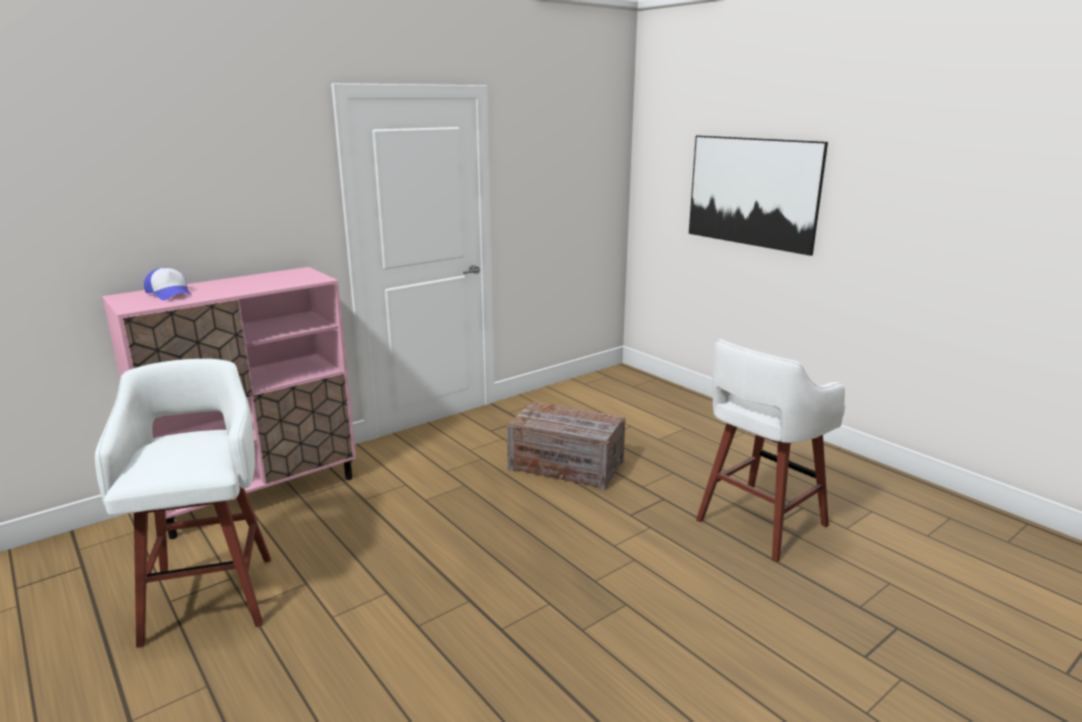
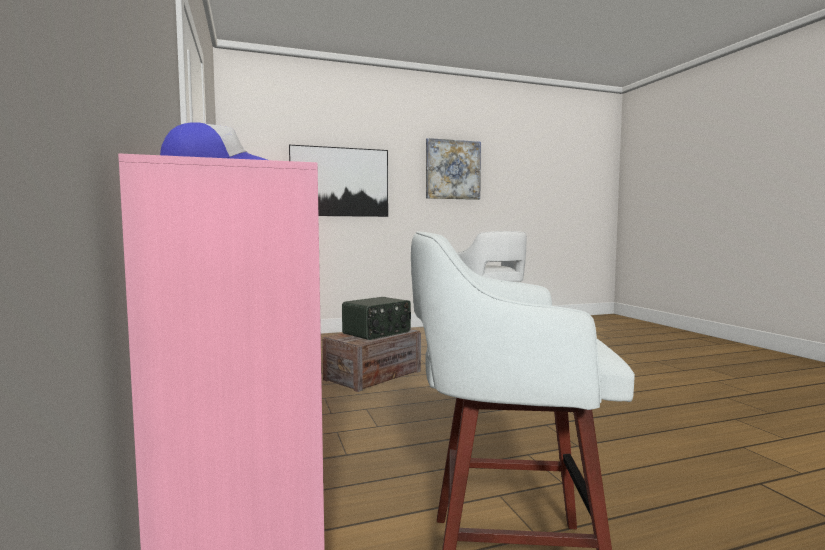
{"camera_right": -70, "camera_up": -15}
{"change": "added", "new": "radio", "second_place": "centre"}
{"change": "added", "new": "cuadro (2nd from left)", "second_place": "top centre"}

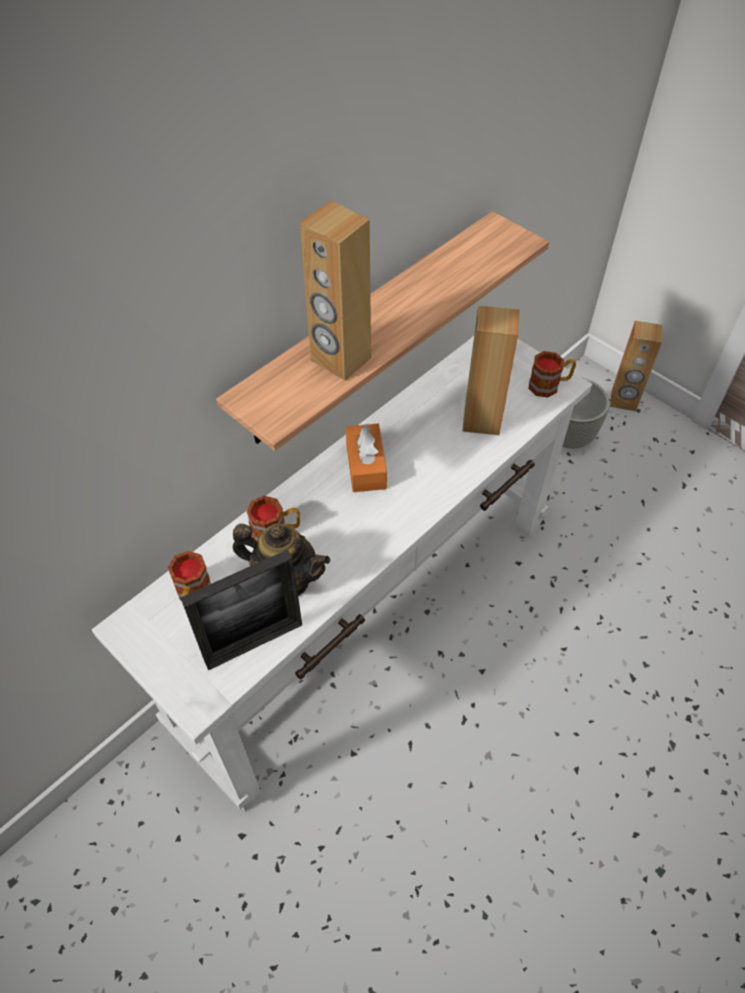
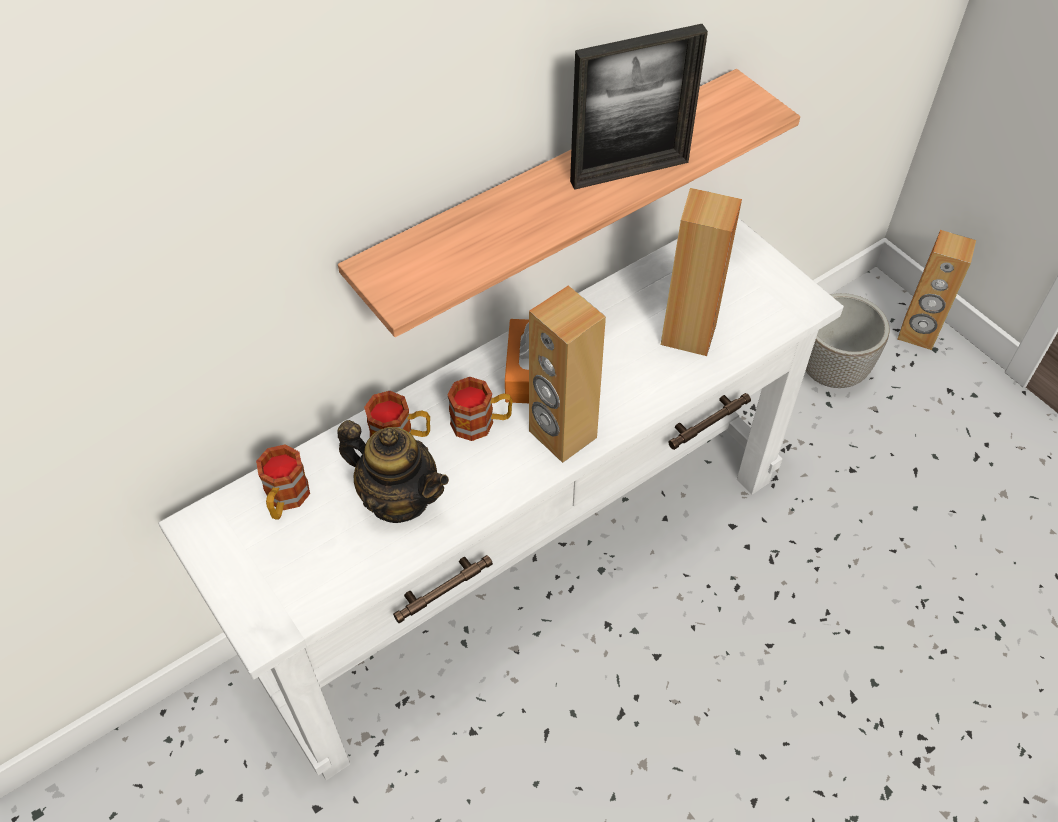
{"camera_right": 10, "camera_up": 0}
{"change": "moved", "old": "portarretratos", "first_place": "middle left", "second_place": "top centre"}
{"change": "moved", "old": "altavoz/marrón (1st from left)", "first_place": "top centre", "second_place": "centre"}
{"change": "moved", "old": "taza grande (3rd from left)", "first_place": "middle right", "second_place": "centre"}

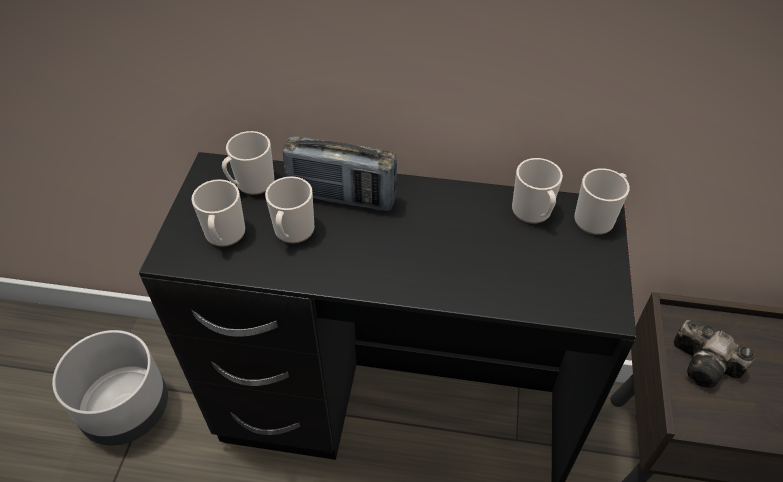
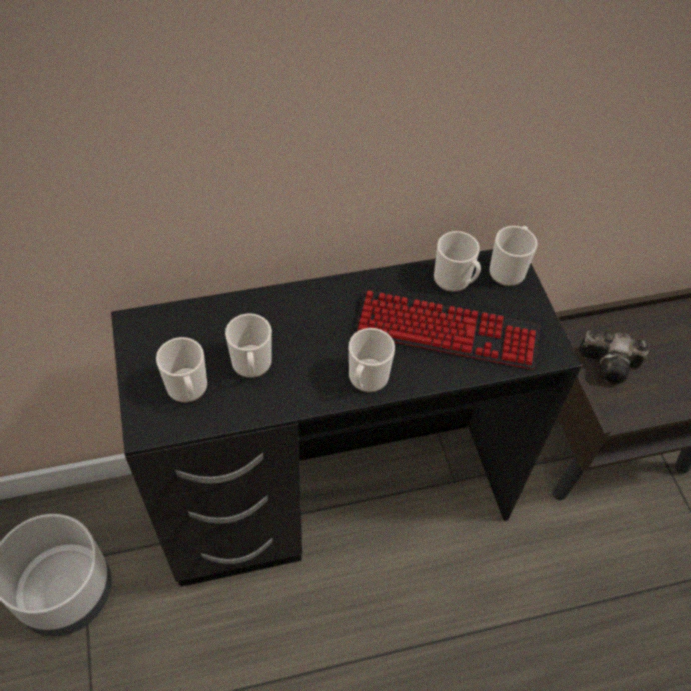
{"camera_right": -25, "camera_up": 5}
{"change": "removed", "old": "radio", "first_place": "centre"}
{"change": "added", "new": "teclado", "second_place": "centre"}
{"change": "moved", "old": "taza grande (2nd from left in the first image)", "new": "taza grande (3rd from left)", "first_place": "middle left", "second_place": "centre"}

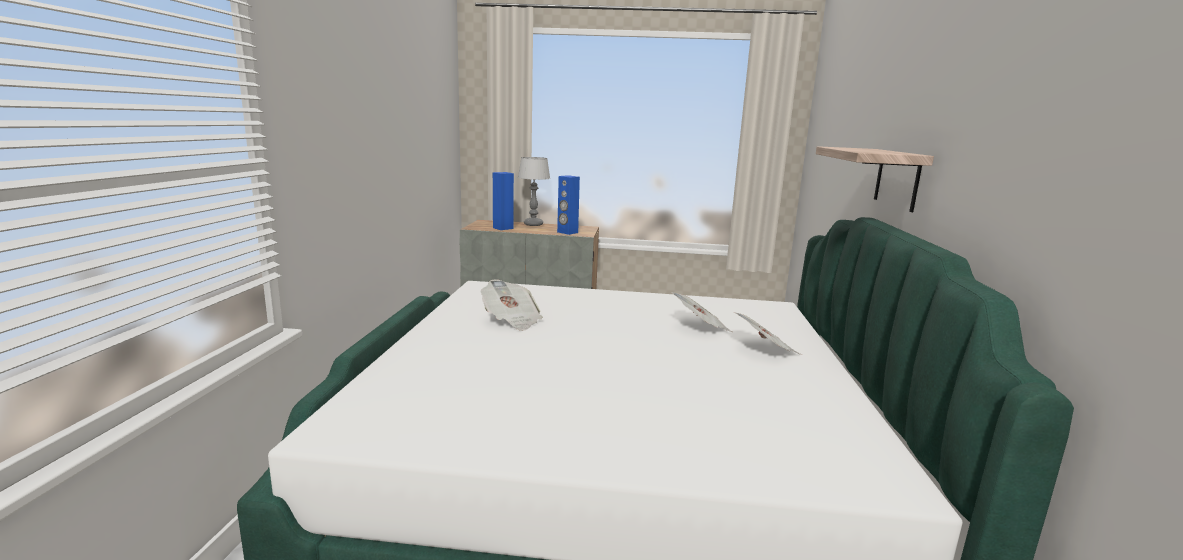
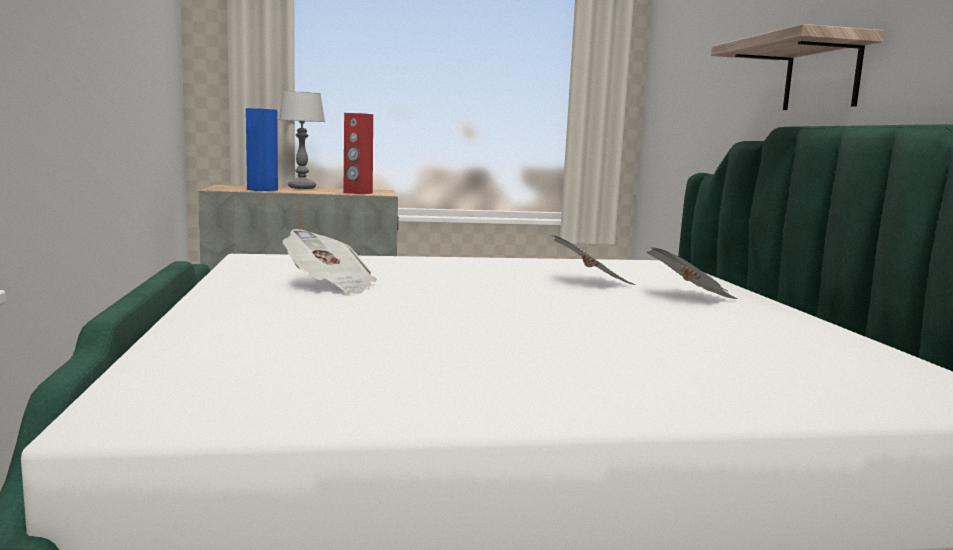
{"camera_right": -15, "camera_up": -5}
{"change": "recoloured", "old": "altavoz/azul (2nd from left)", "new": "altavoz/rojo", "first_place": "centre", "second_place": "top centre"}

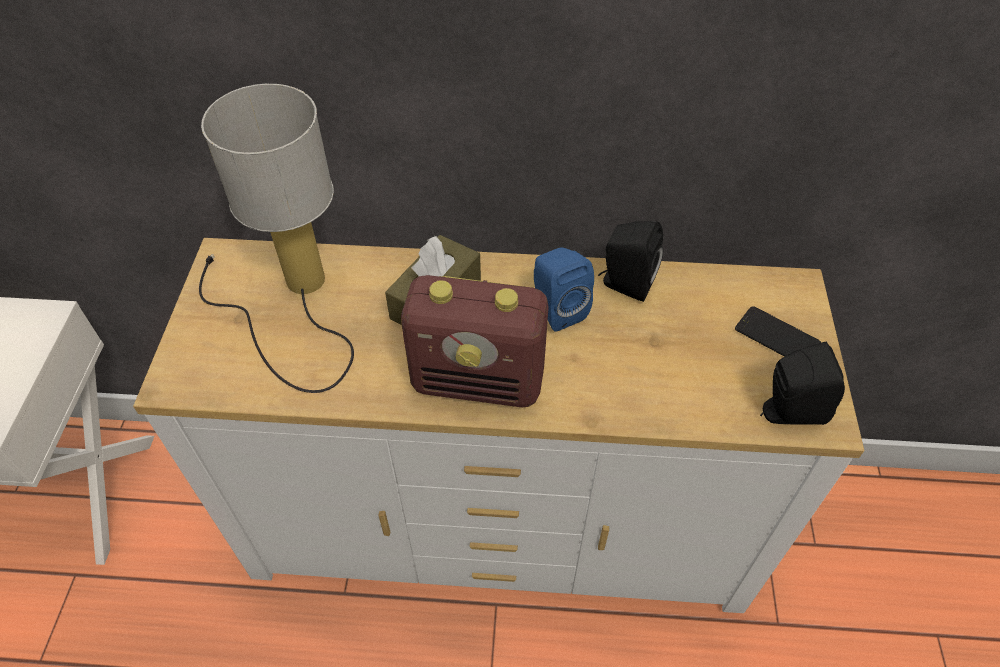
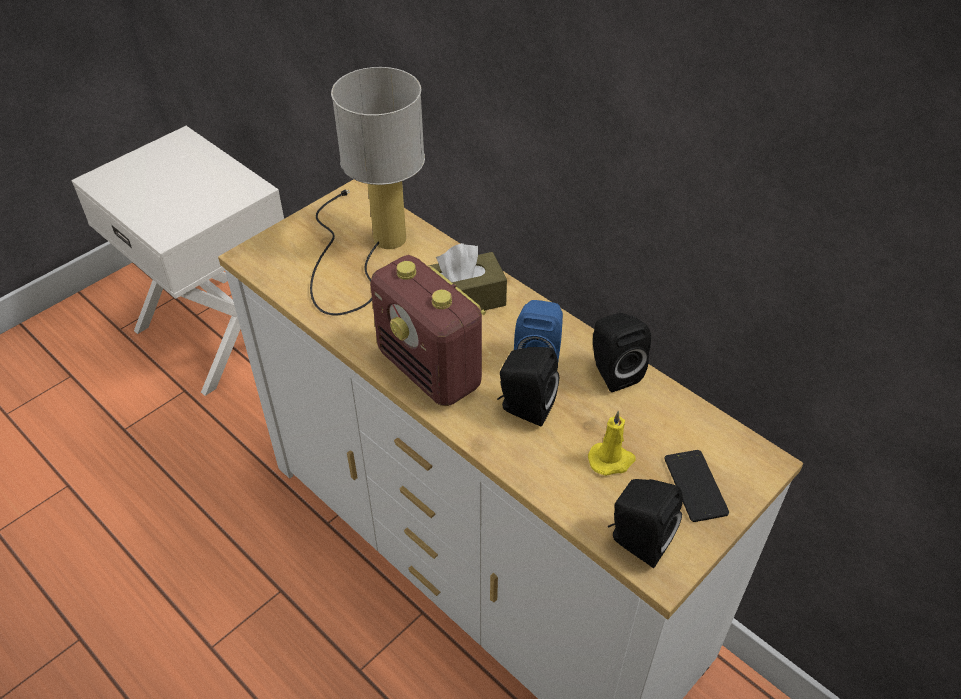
{"camera_right": 40, "camera_up": -5}
{"change": "added", "new": "altavoz/negro (1st from left)", "second_place": "centre"}
{"change": "added", "new": "vela/amarillo", "second_place": "centre"}

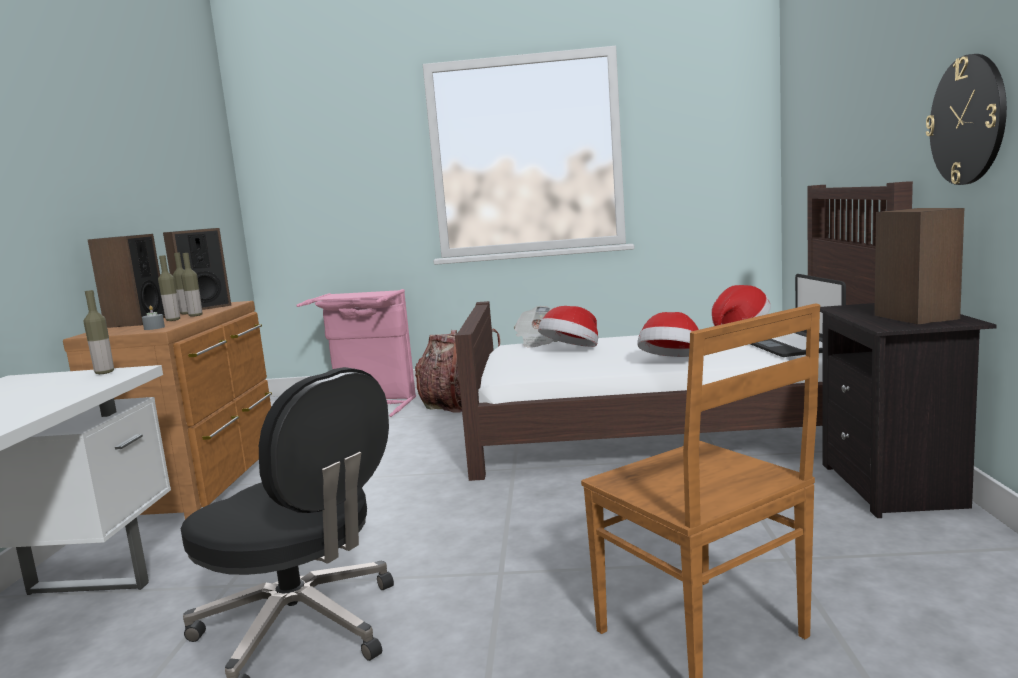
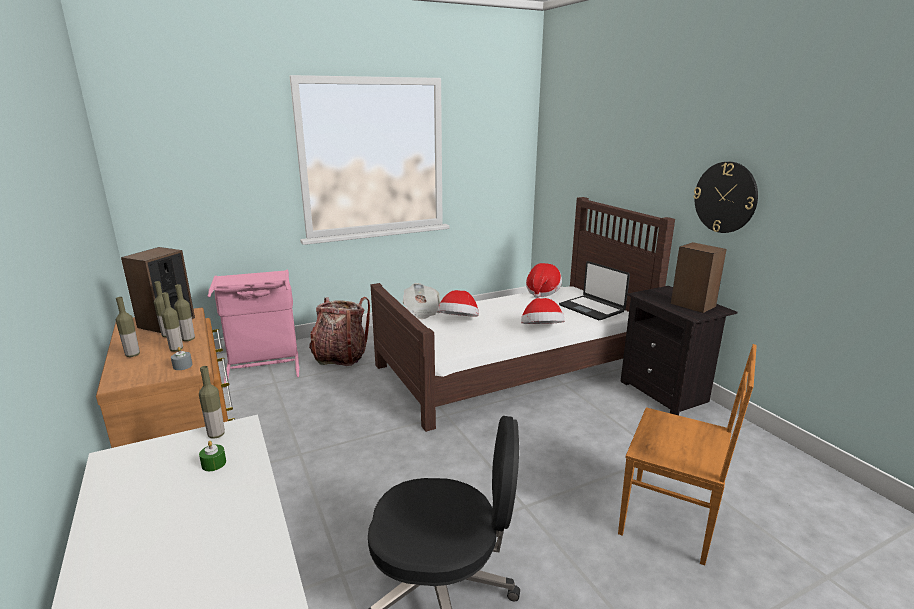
{"camera_right": -30, "camera_up": 10}
{"change": "added", "new": "vela/verde", "second_place": "bottom left"}
{"change": "replaced", "old": "altavoz (1st from left)", "new": "botella (1st from left)", "first_place": "middle left", "second_place": "middle left"}

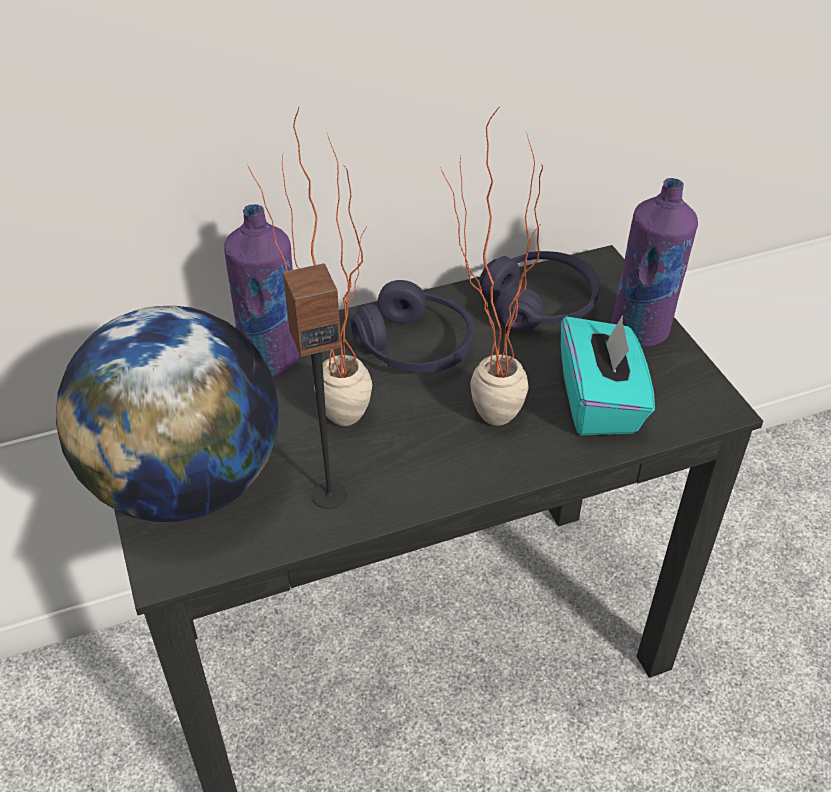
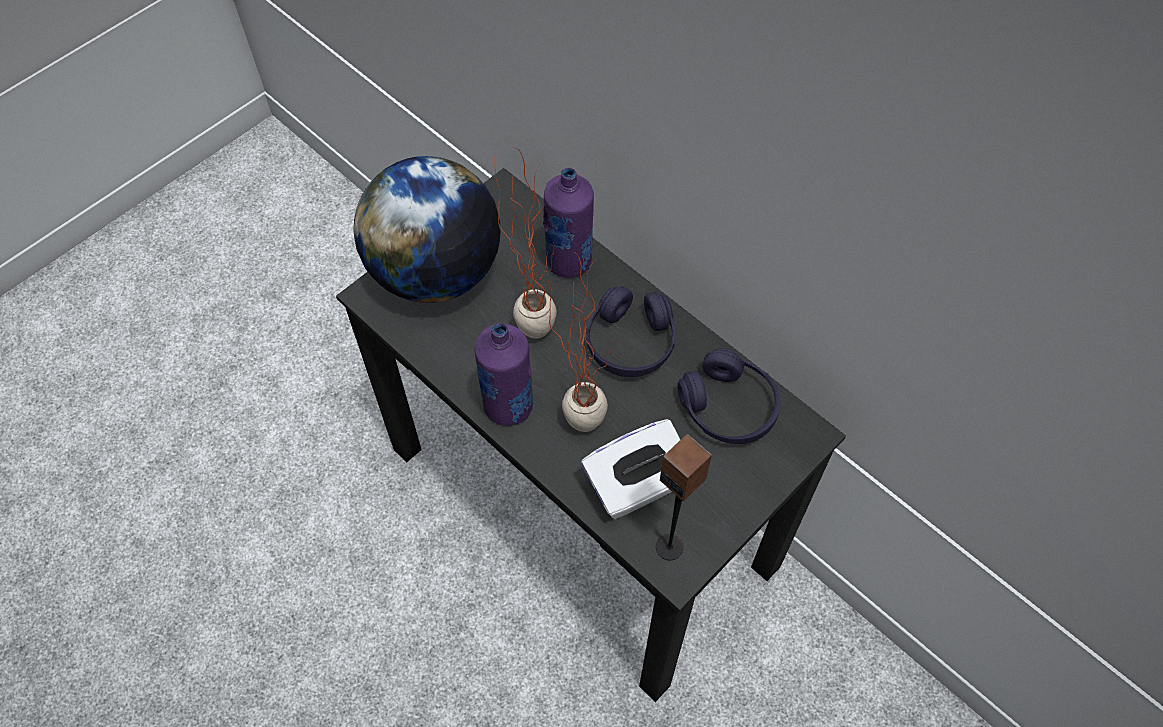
{"camera_right": 65, "camera_up": 15}
{"change": "moved", "old": "altavoz", "first_place": "centre", "second_place": "bottom centre"}
{"change": "moved", "old": "botella/morado (2nd from left in the first image)", "new": "botella/morado (1st from left)", "first_place": "top right", "second_place": "centre"}
{"change": "recoloured", "old": "caja de pañuelos/turquesa", "new": "caja de pañuelos/blanco", "first_place": "middle right", "second_place": "centre"}

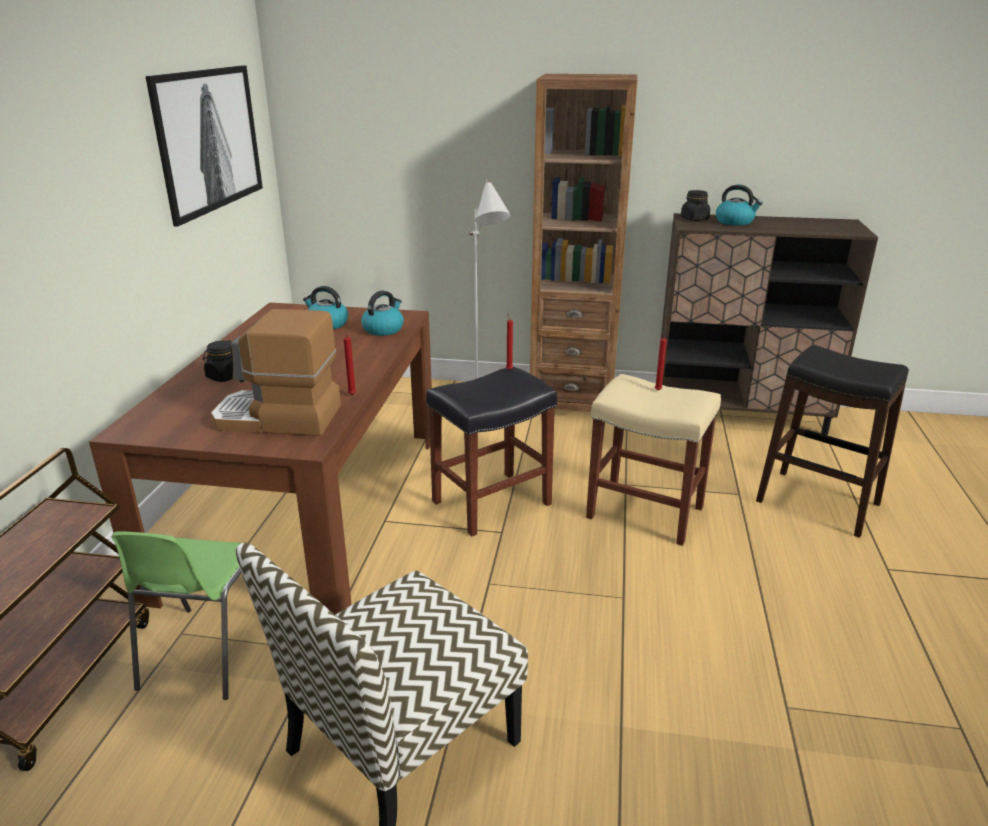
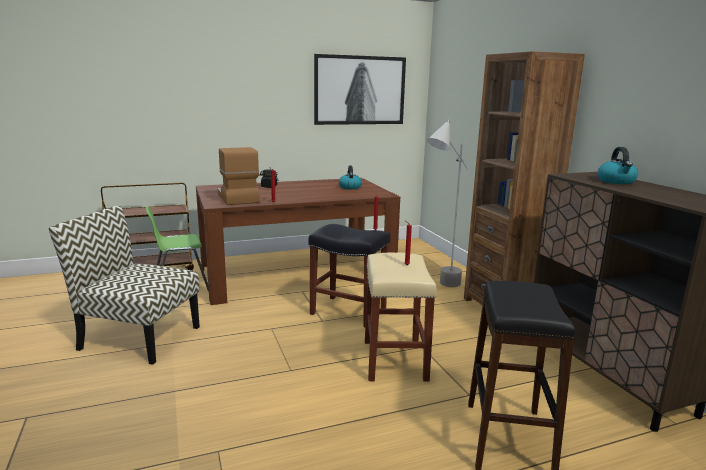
{"camera_right": 60, "camera_up": -10}
{"change": "removed", "old": "hervidor (2nd from left)", "first_place": "centre"}
{"change": "removed", "old": "tarro/negro (2nd from left)", "first_place": "top right"}

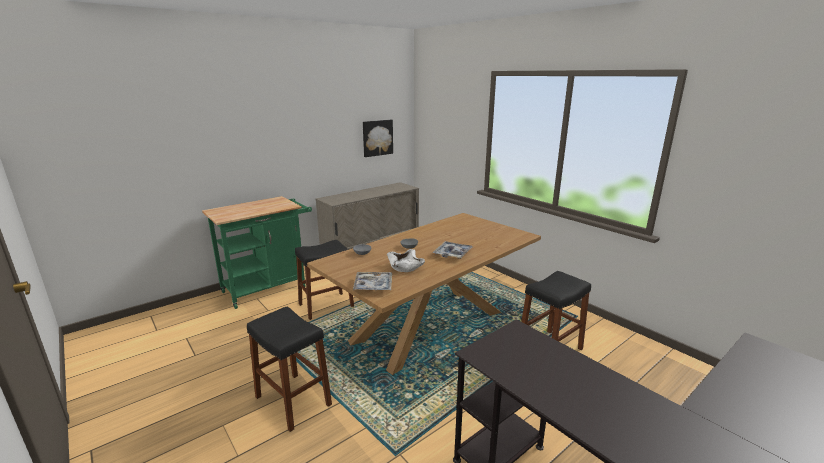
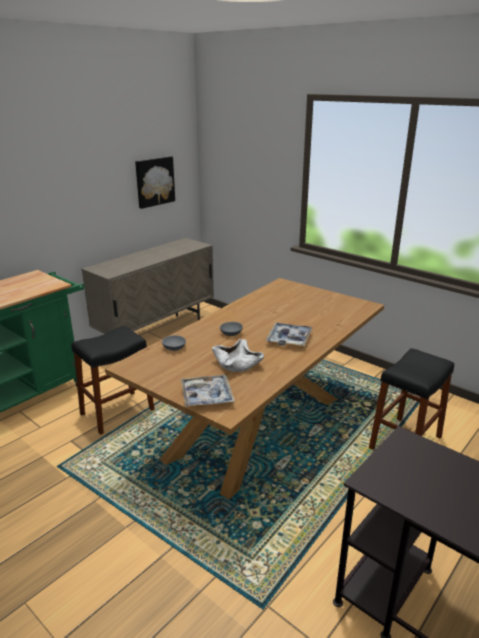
{"camera_right": -10, "camera_up": 5}
{"change": "removed", "old": "taburete/negro (1st from left)", "first_place": "bottom centre"}

